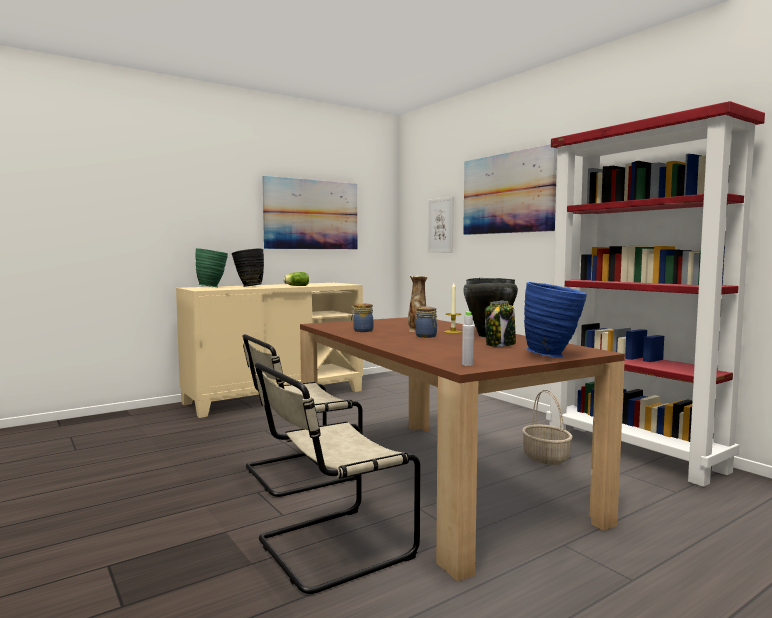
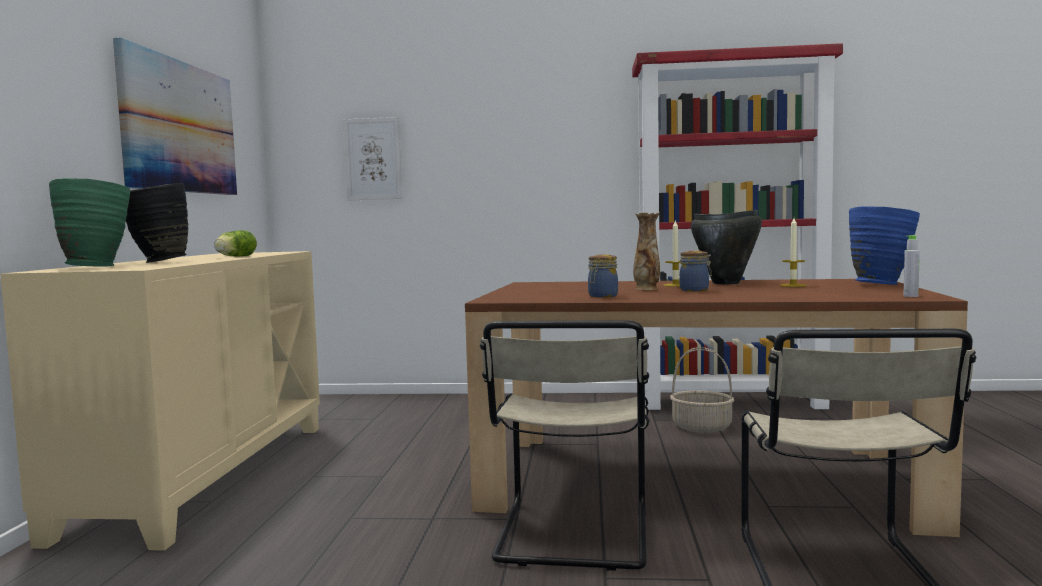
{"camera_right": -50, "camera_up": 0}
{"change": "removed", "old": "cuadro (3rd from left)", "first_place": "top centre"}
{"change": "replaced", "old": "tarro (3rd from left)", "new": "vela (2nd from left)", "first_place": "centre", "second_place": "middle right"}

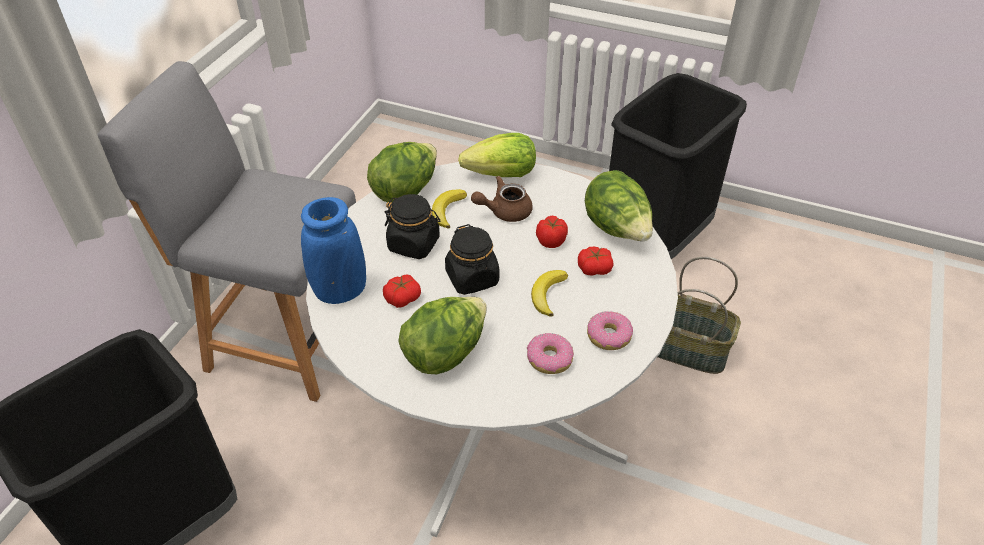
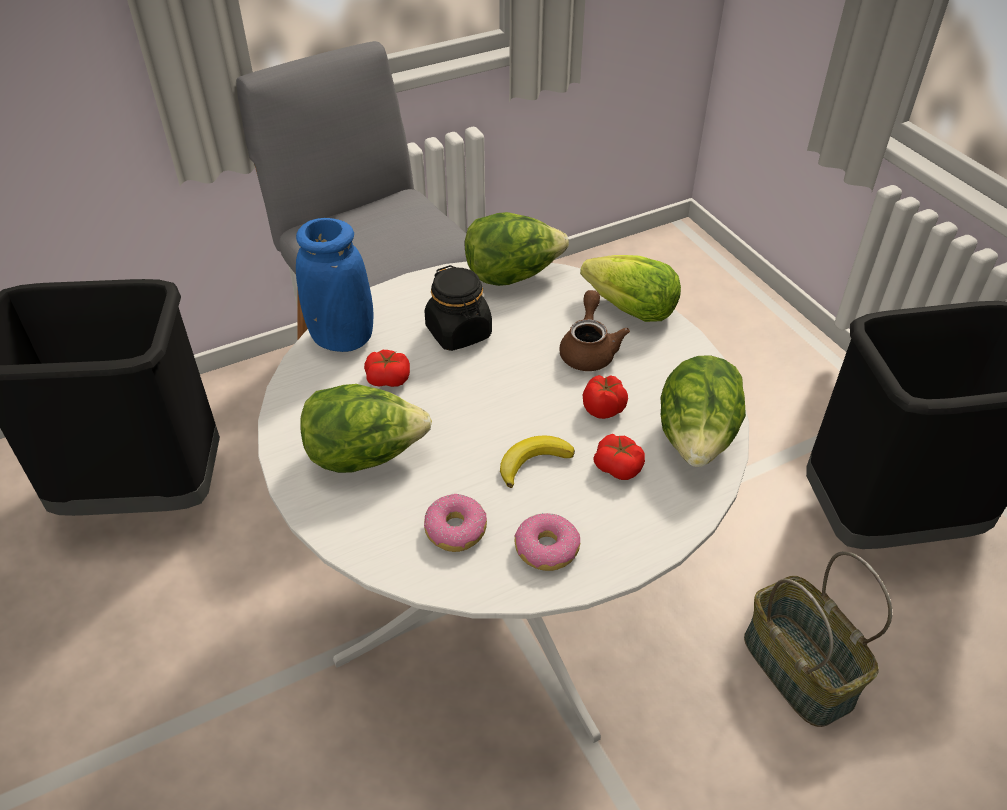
{"camera_right": 40, "camera_up": 0}
{"change": "removed", "old": "plátano (1st from left)", "first_place": "centre"}
{"change": "removed", "old": "tarro/negro (2nd from left)", "first_place": "centre"}
{"change": "turned", "old": "tetera/marrón", "first_place": "centre", "second_place": "centre", "degrees": 75}

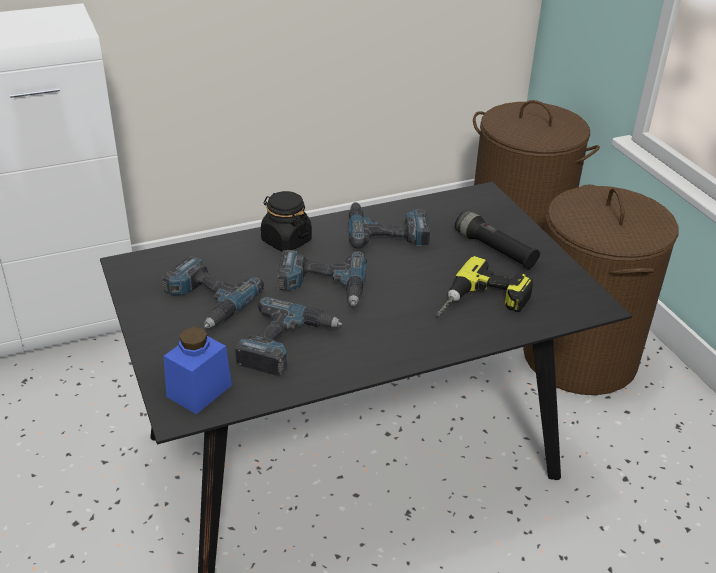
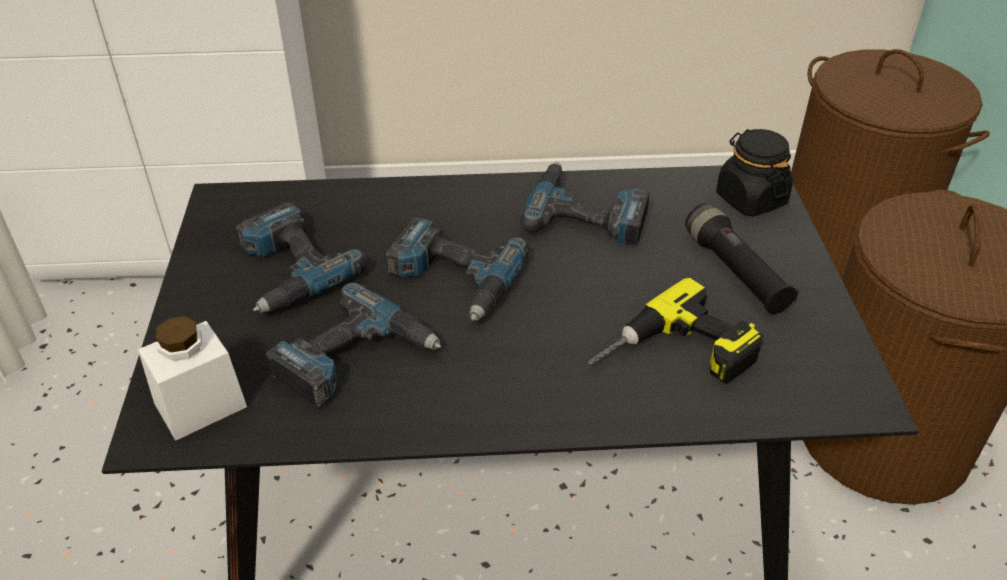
{"camera_right": 20, "camera_up": 5}
{"change": "moved", "old": "tarro/negro", "first_place": "centre", "second_place": "top right"}
{"change": "recoloured", "old": "tarro/azul", "new": "tarro/blanco", "first_place": "middle left", "second_place": "middle left"}

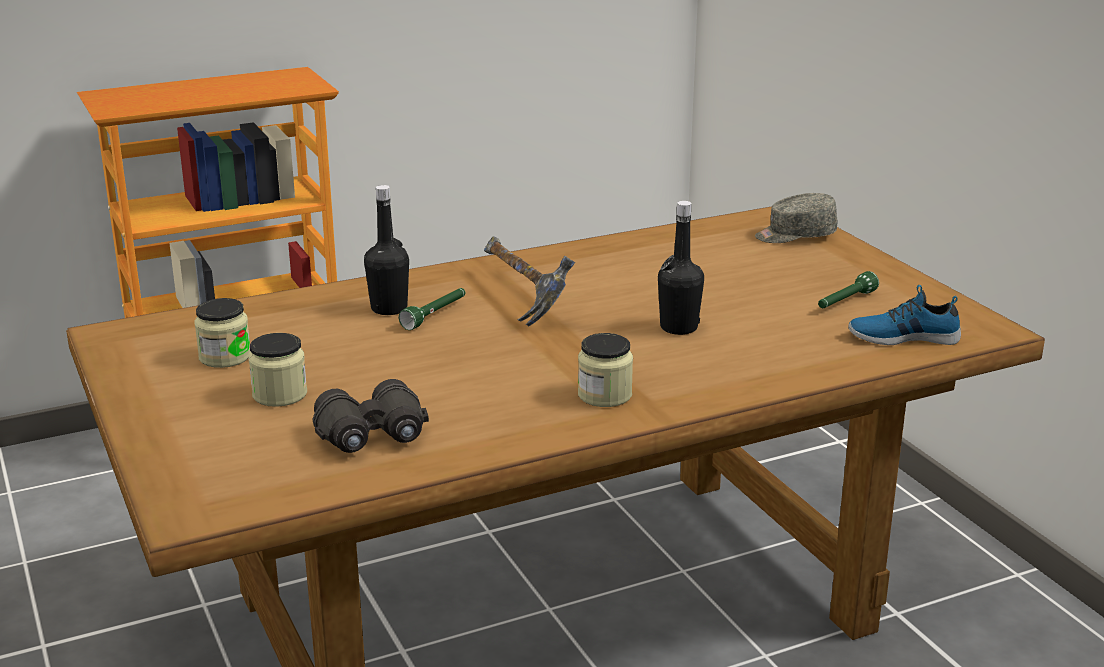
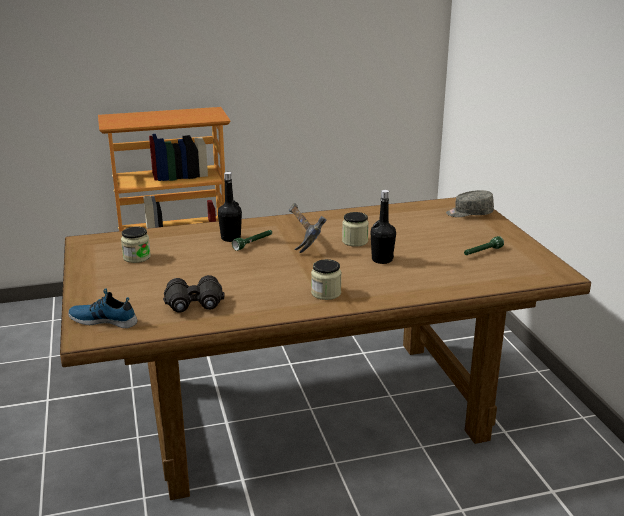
{"camera_right": 10, "camera_up": 0}
{"change": "moved", "old": "tarro (2nd from left in the first image)", "new": "tarro (3rd from left)", "first_place": "middle left", "second_place": "centre"}
{"change": "moved", "old": "zapato", "first_place": "middle right", "second_place": "middle left"}

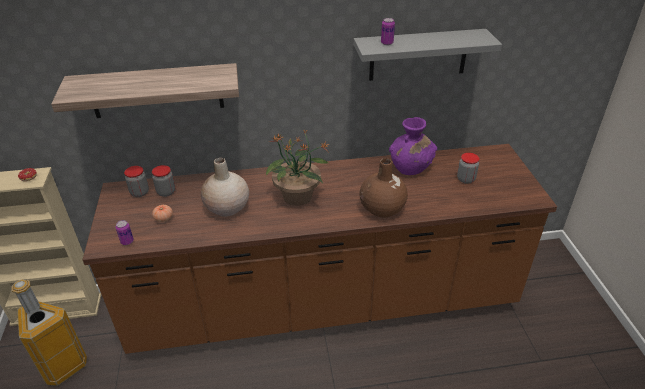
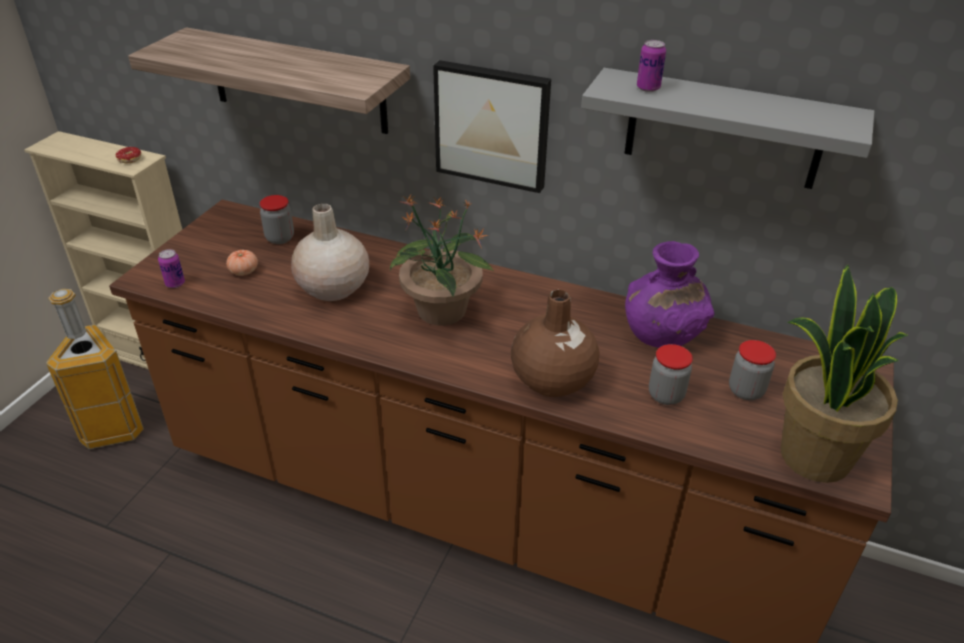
{"camera_right": 30, "camera_up": 0}
{"change": "added", "new": "cuadro", "second_place": "top centre"}
{"change": "added", "new": "planta en maceta (2nd from left)", "second_place": "middle right"}
{"change": "moved", "old": "tarro (1st from left in the first image)", "new": "tarro (2nd from left)", "first_place": "middle left", "second_place": "middle right"}

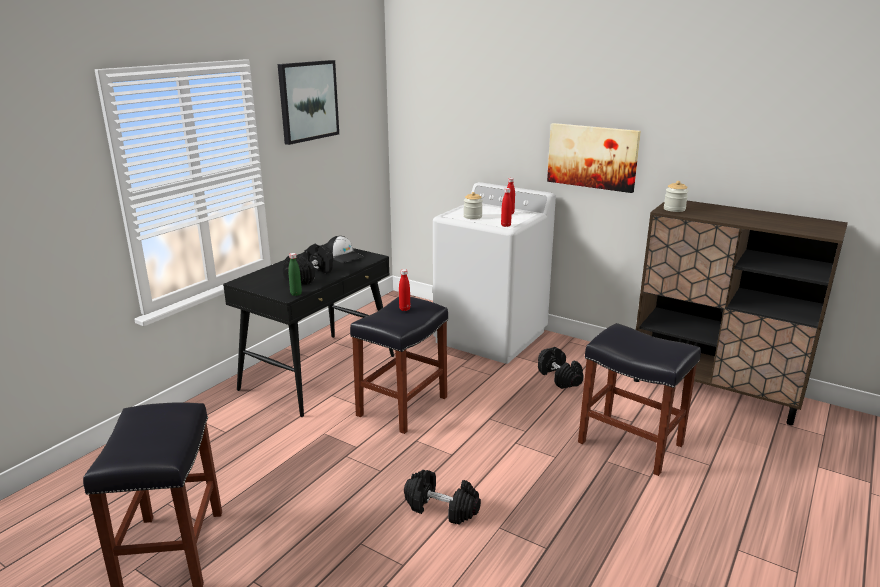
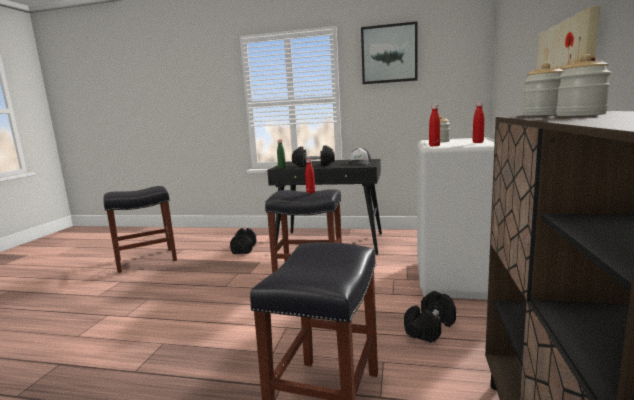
{"camera_right": 70, "camera_up": -10}
{"change": "added", "new": "tarro (3rd from left)", "second_place": "top right"}
{"change": "moved", "old": "mancuerna/negro (2nd from left in the first image)", "new": "mancuerna/negro (1st from left)", "first_place": "bottom centre", "second_place": "centre"}

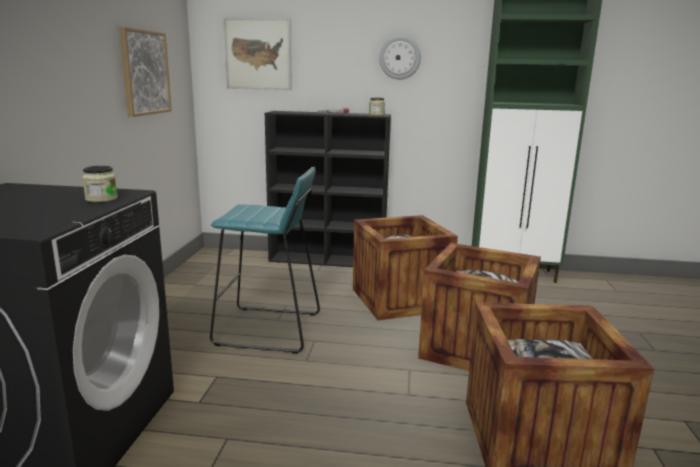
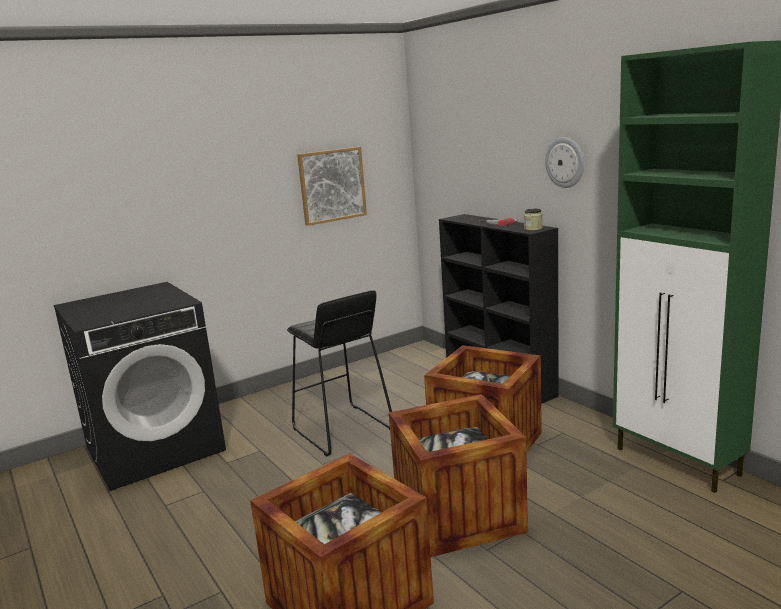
{"camera_right": 50, "camera_up": 0}
{"change": "removed", "old": "tarro (1st from left)", "first_place": "middle left"}
{"change": "removed", "old": "cuadro (2nd from left)", "first_place": "top centre"}
{"change": "recoloured", "old": "taburete/turquesa", "new": "taburete/negro", "first_place": "centre", "second_place": "centre"}

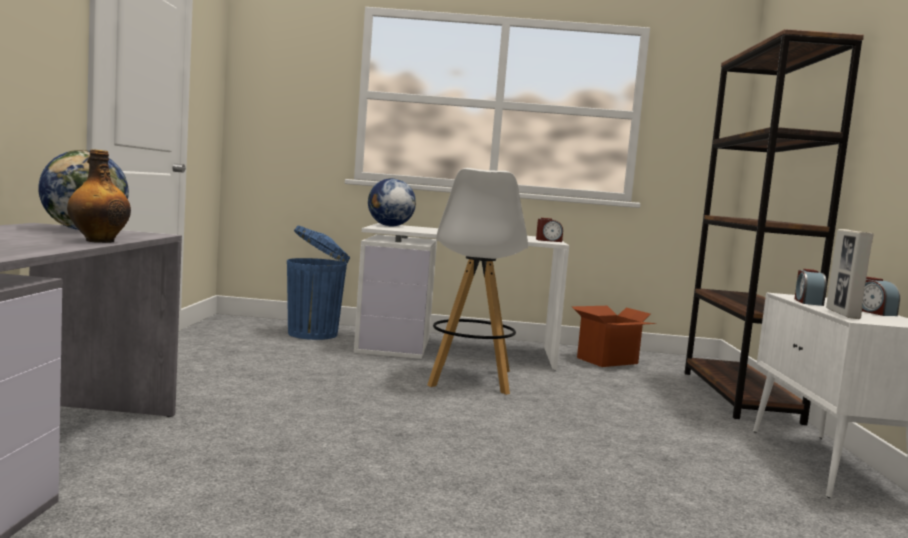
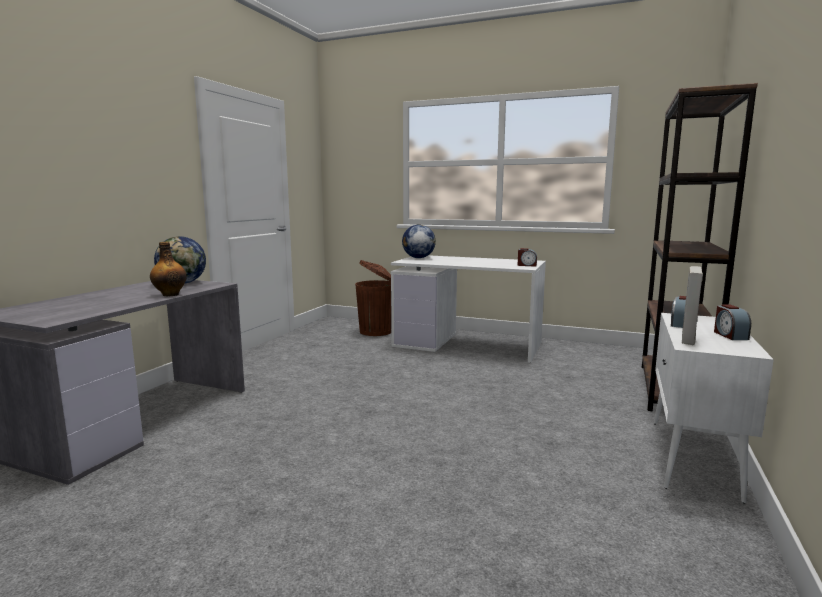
{"camera_right": 20, "camera_up": 5}
{"change": "removed", "old": "taburete/blanco", "first_place": "centre"}
{"change": "removed", "old": "caja de cartón", "first_place": "middle right"}
{"change": "recoloured", "old": "papelera/azul", "new": "papelera/marrón", "first_place": "centre", "second_place": "centre"}

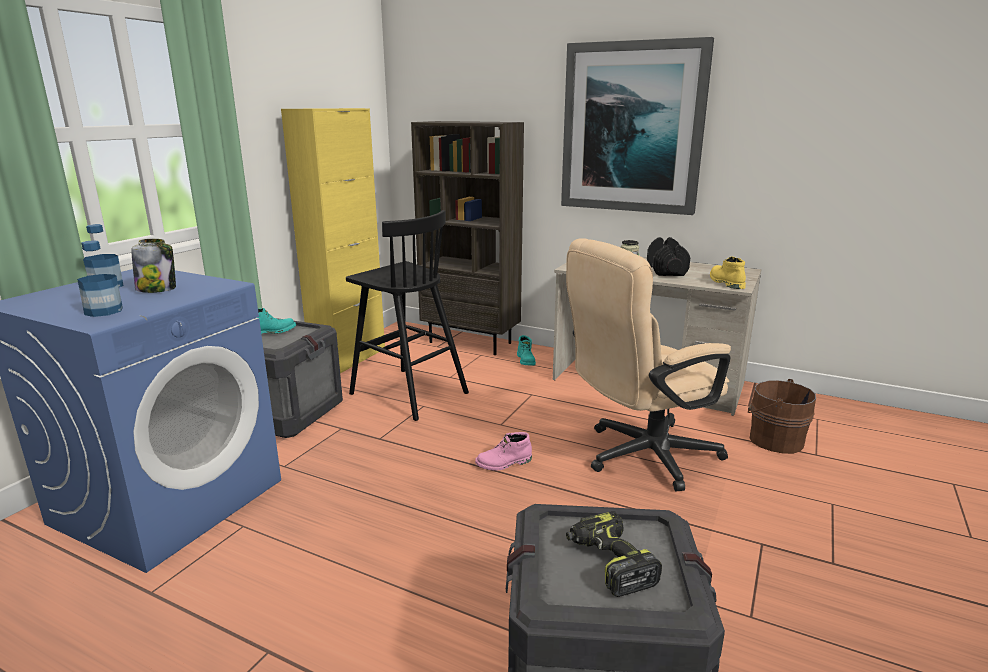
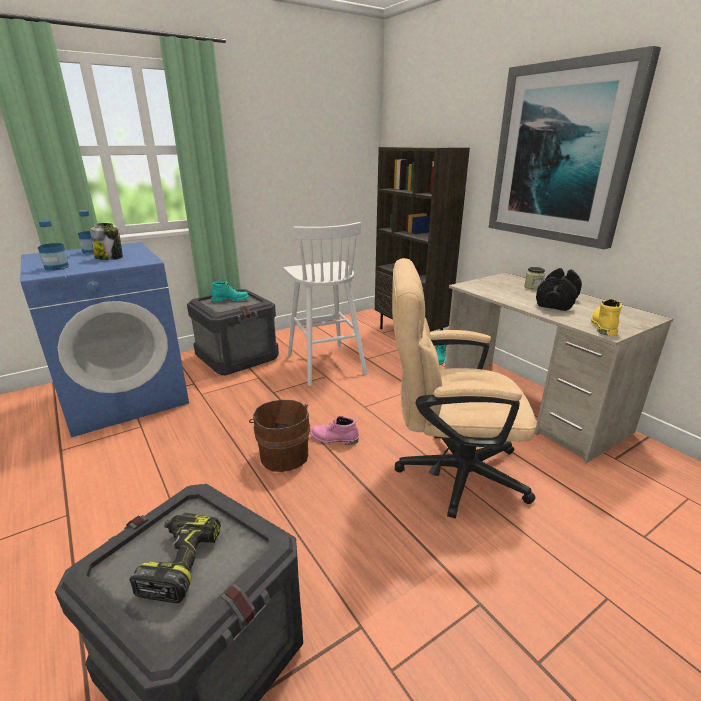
{"camera_right": 30, "camera_up": 5}
{"change": "removed", "old": "armario/amarillo", "first_place": "centre"}
{"change": "moved", "old": "cubo/marrón", "first_place": "middle right", "second_place": "centre"}
{"change": "recoloured", "old": "taburete/negro", "new": "taburete/blanco", "first_place": "centre", "second_place": "centre"}

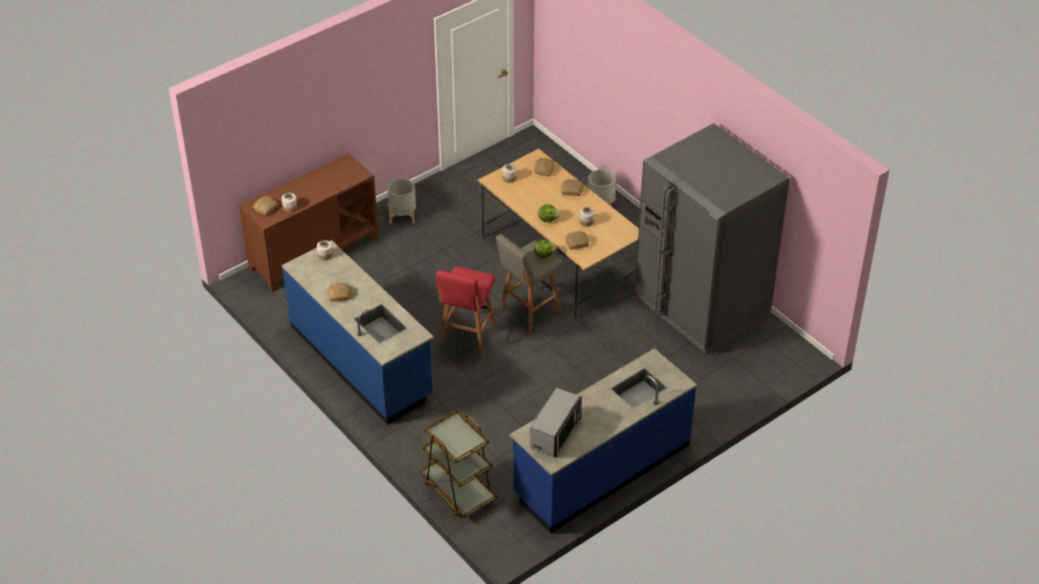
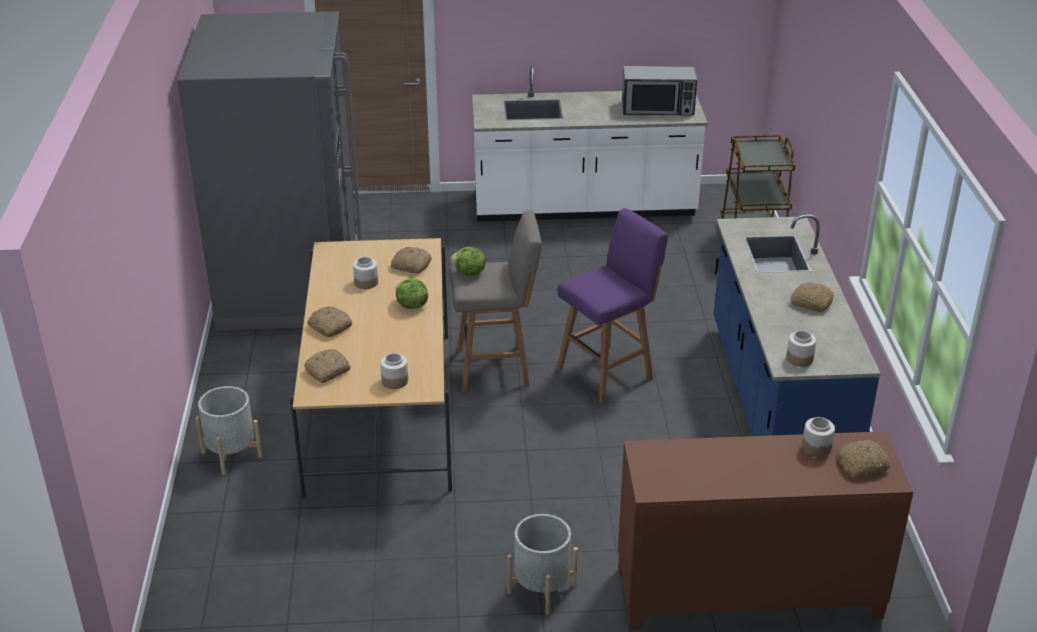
{"camera_right": -145, "camera_up": -10}
{"change": "recoloured", "old": "taburete/rojo", "new": "taburete/morado", "first_place": "centre", "second_place": "centre"}
{"change": "recoloured", "old": "mueble bajo de cocina/azul (2nd from left)", "new": "mueble bajo de cocina/blanco", "first_place": "bottom centre", "second_place": "top centre"}
{"change": "turned", "old": "microondas", "first_place": "bottom centre", "second_place": "top centre", "degrees": -150}

